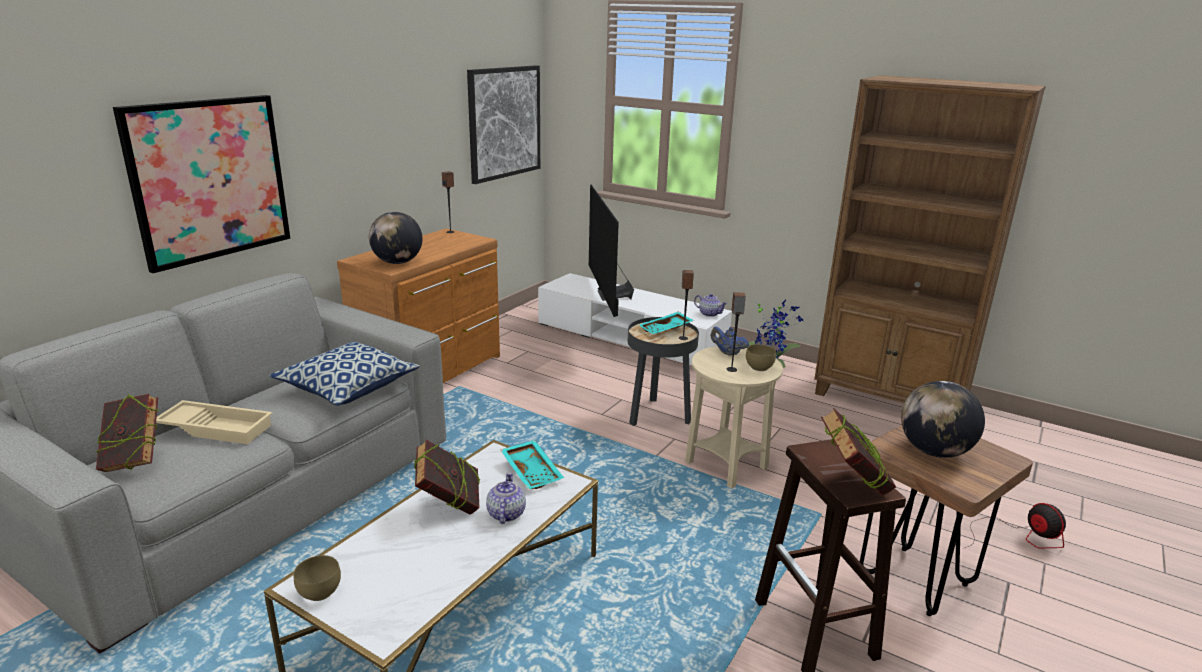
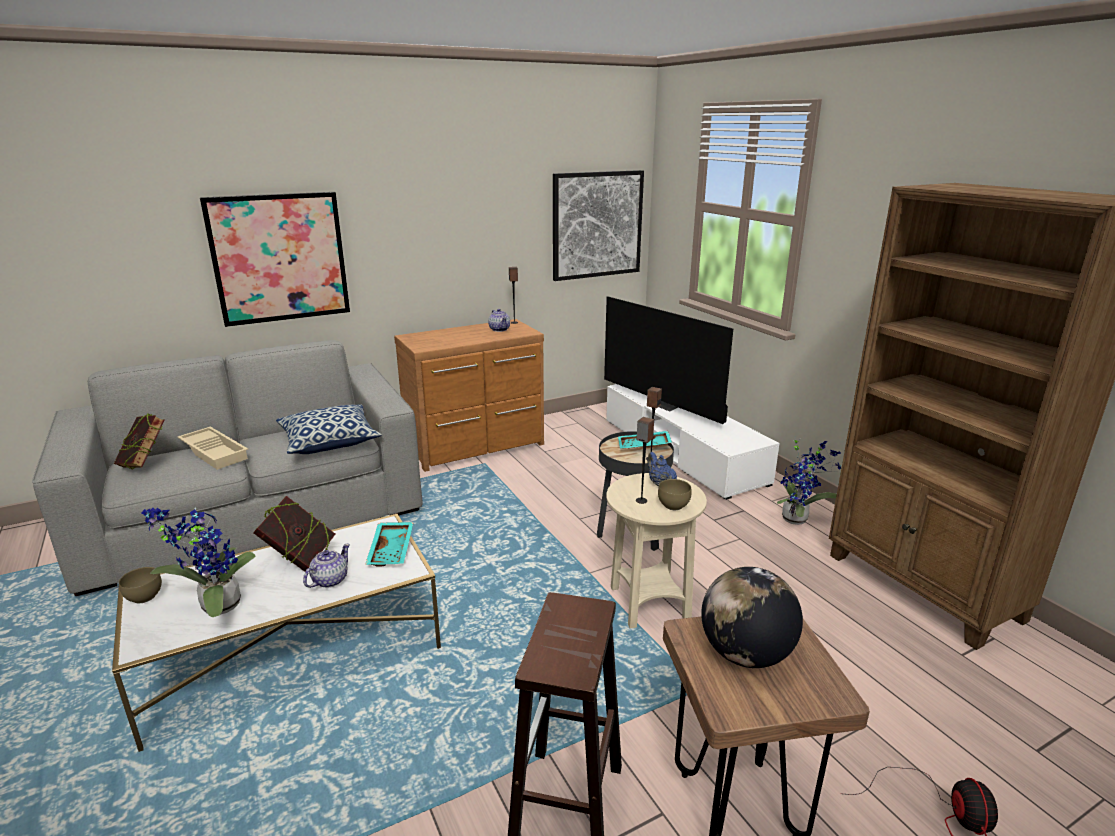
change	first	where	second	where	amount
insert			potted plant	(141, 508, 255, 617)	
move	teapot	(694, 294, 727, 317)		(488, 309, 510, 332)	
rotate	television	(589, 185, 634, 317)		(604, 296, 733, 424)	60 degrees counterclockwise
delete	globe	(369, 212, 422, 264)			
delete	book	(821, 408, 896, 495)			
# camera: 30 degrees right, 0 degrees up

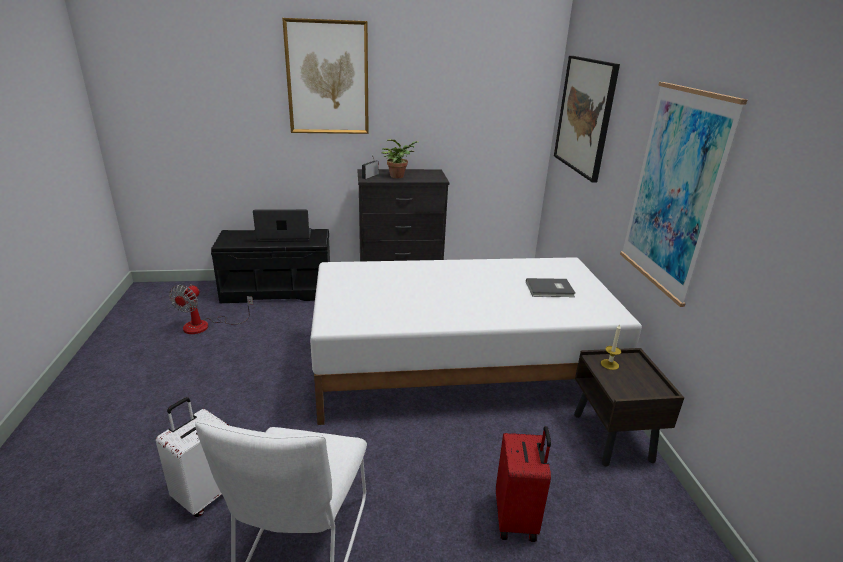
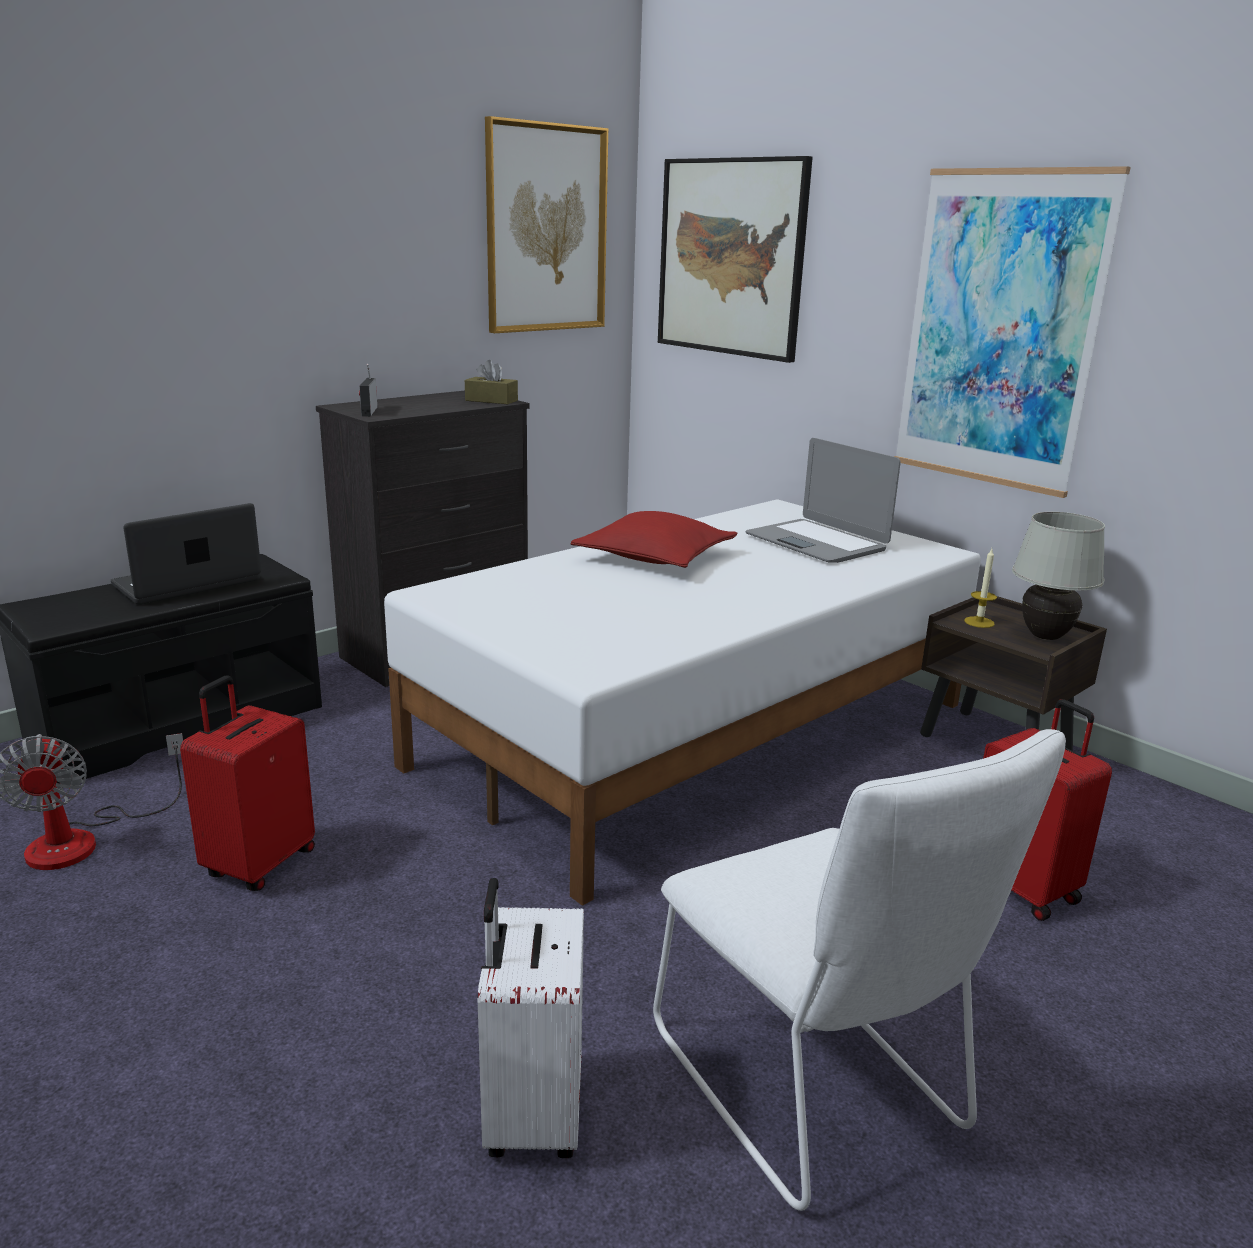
change	first	where	second	where	amount
insert			red suitcase	(180, 675, 315, 891)	
insert			brown tissue box	(465, 360, 518, 404)	
move	picture	(282, 18, 369, 134)		(485, 116, 608, 333)	
insert			red pillow	(570, 511, 738, 568)	
replace	grey book	(526, 278, 575, 297)	laptop	(746, 438, 901, 563)	
insert			white table lamp	(1012, 512, 1105, 640)	
delete	potted plant	(381, 139, 420, 178)			
# camera: 35 degrees left, 5 degrees down

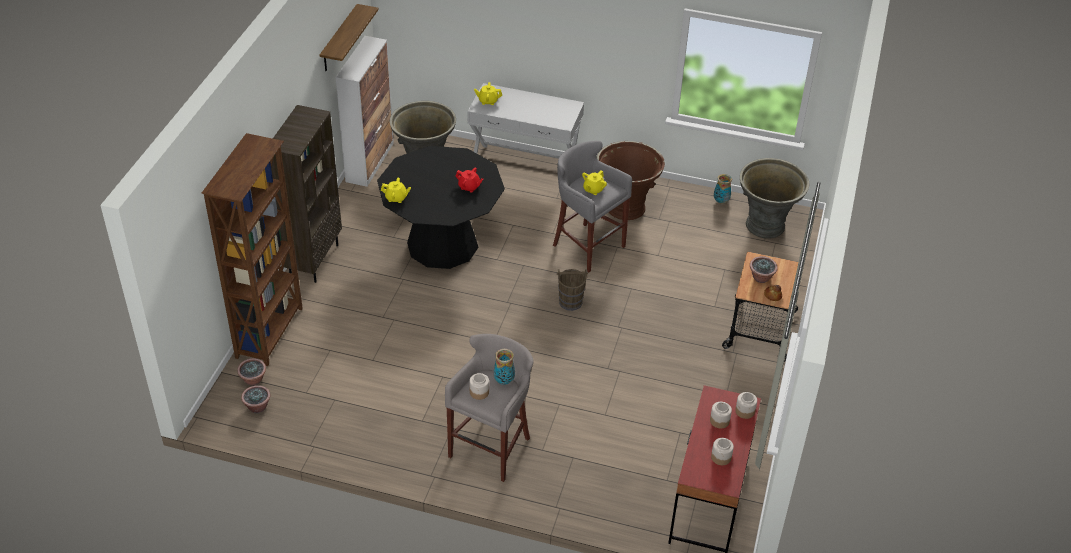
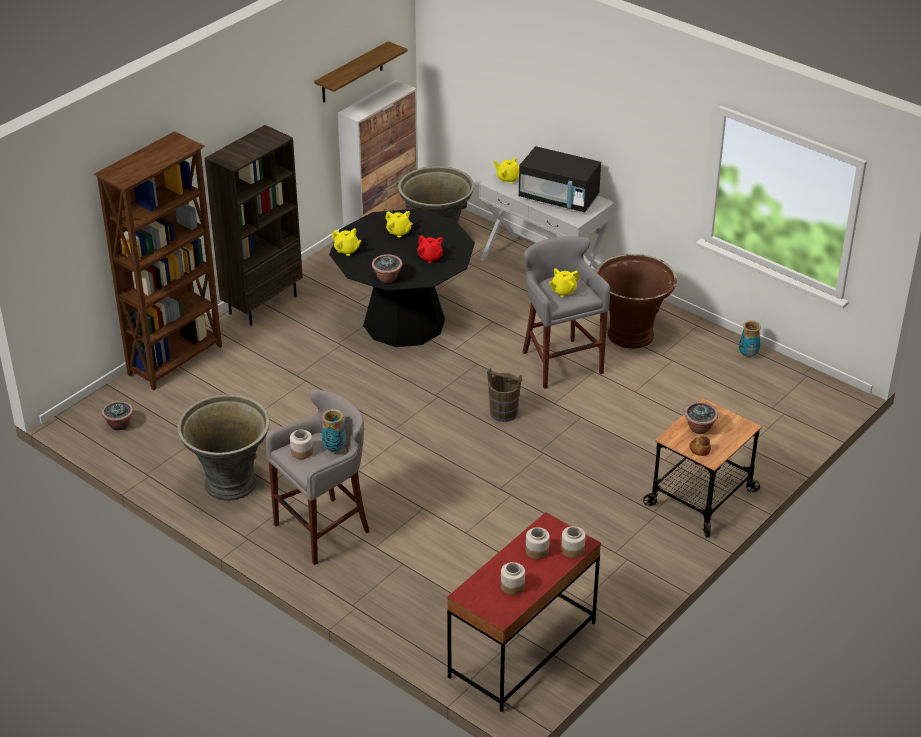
change	first	where	second	where	amount
move	grey planter	(740, 158, 810, 239)		(177, 394, 270, 501)	
move	potted plant	(237, 358, 266, 386)		(372, 254, 402, 283)	
insert			yellow teapot	(385, 211, 413, 238)	
insert			black microwave	(519, 146, 601, 212)	
# camera: 25 degrees right, 5 degrees down

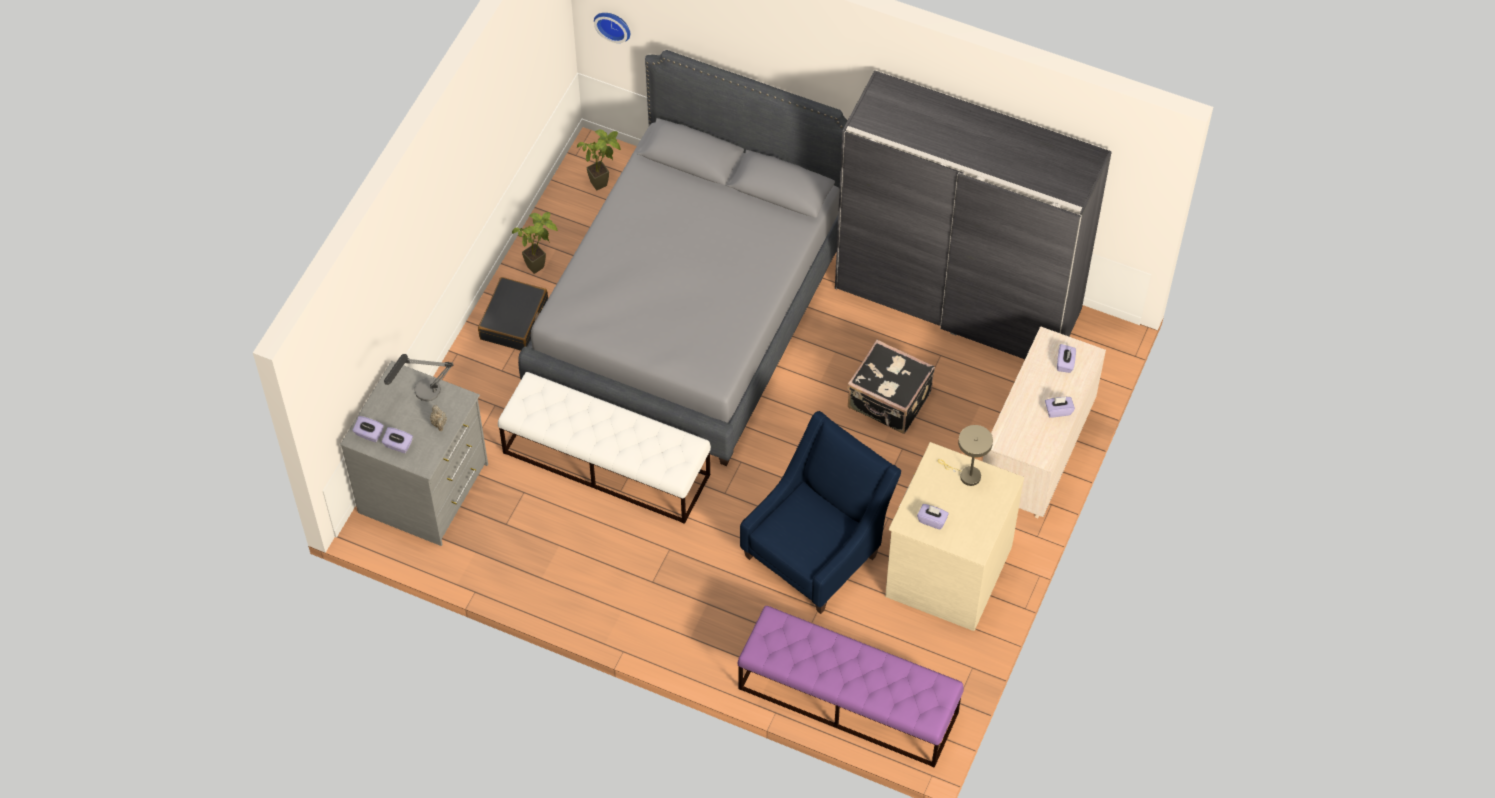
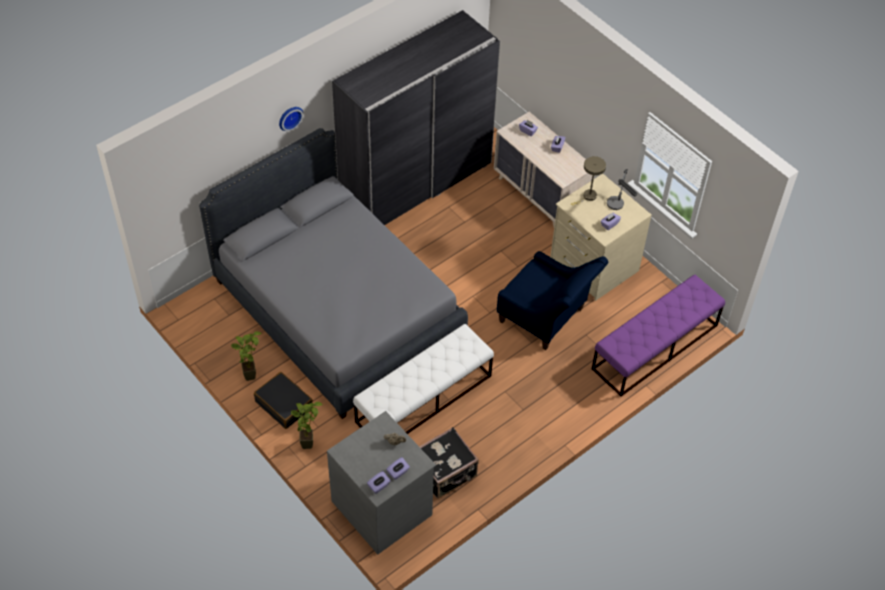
change	first	where	second	where	amount
move	wall clock	(594, 13, 630, 43)		(279, 107, 304, 131)	
move	potted plant	(577, 130, 621, 190)		(291, 402, 323, 449)	
move	black suitcase	(847, 340, 935, 434)		(419, 427, 479, 499)	
rotate	blue armchair	(740, 411, 901, 614)		(497, 251, 608, 350)	150 degrees clockwise
move	table lamp	(384, 354, 453, 401)		(607, 169, 637, 210)	
# camera: 65 degrees left, 5 degrees down

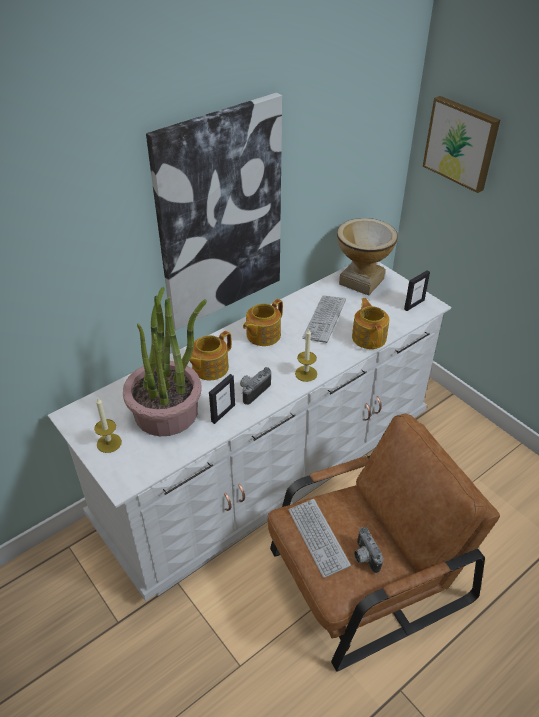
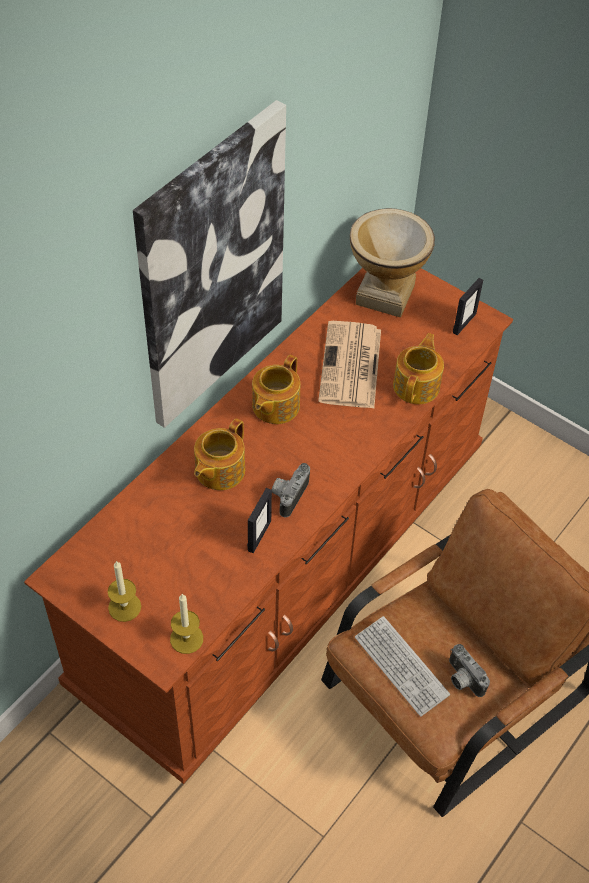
change	first	where	second	where	amount
recolor	white dresser	(48, 262, 451, 601)	brown dresser	(24, 268, 513, 784)	
move	candle	(295, 328, 317, 382)		(170, 593, 203, 654)	
replace	keyboard	(302, 295, 346, 343)	newspaper	(318, 321, 381, 408)	
rotate	teapot	(352, 298, 389, 349)		(393, 333, 444, 404)	45 degrees clockwise
delete	potted plant	(123, 287, 207, 436)			
delete	picture	(423, 96, 500, 193)			
# camera: 15 degrees left, 10 degrees up

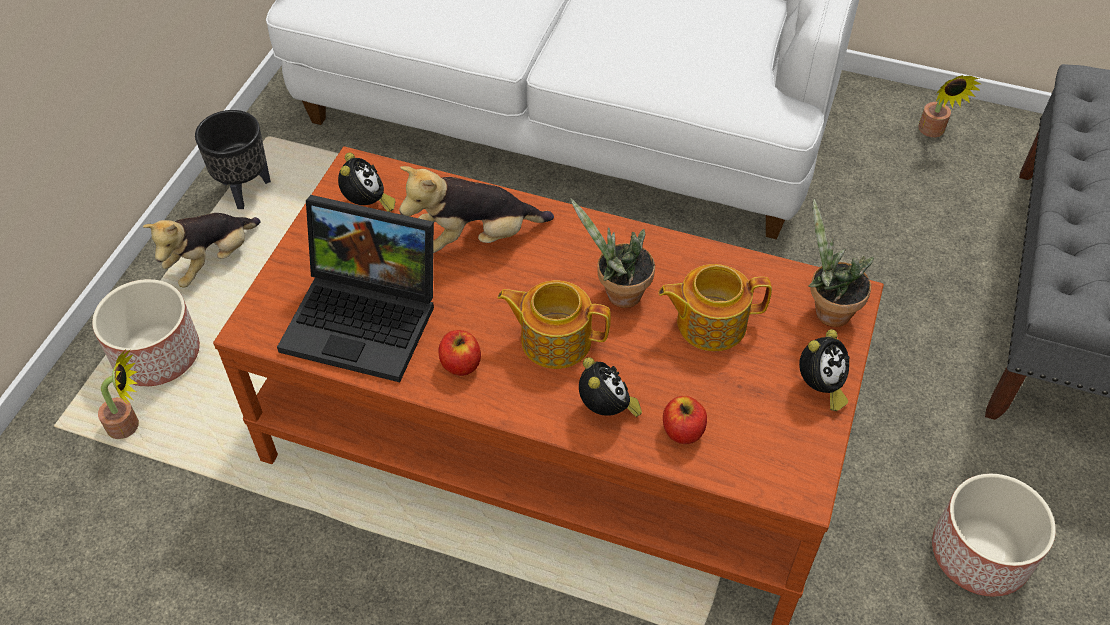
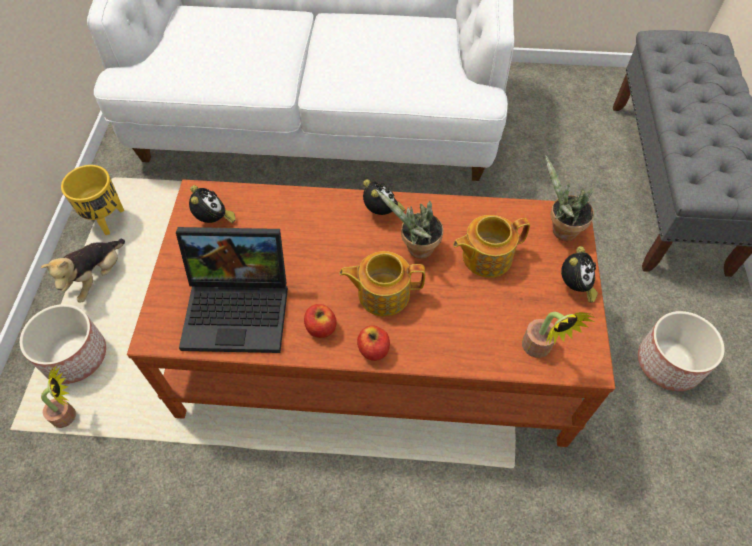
change	first	where	second	where	amount
recolor	black planter	(195, 110, 271, 209)	yellow planter	(61, 165, 124, 235)	
move	apple	(663, 396, 707, 444)		(357, 325, 390, 361)	
move	alarm clock	(579, 357, 642, 417)		(363, 179, 405, 215)	
move	potted plant	(918, 75, 981, 137)		(522, 312, 596, 358)	
delete	plush toy	(399, 166, 554, 253)			
# camera: 15 degrees left, 5 degrees up

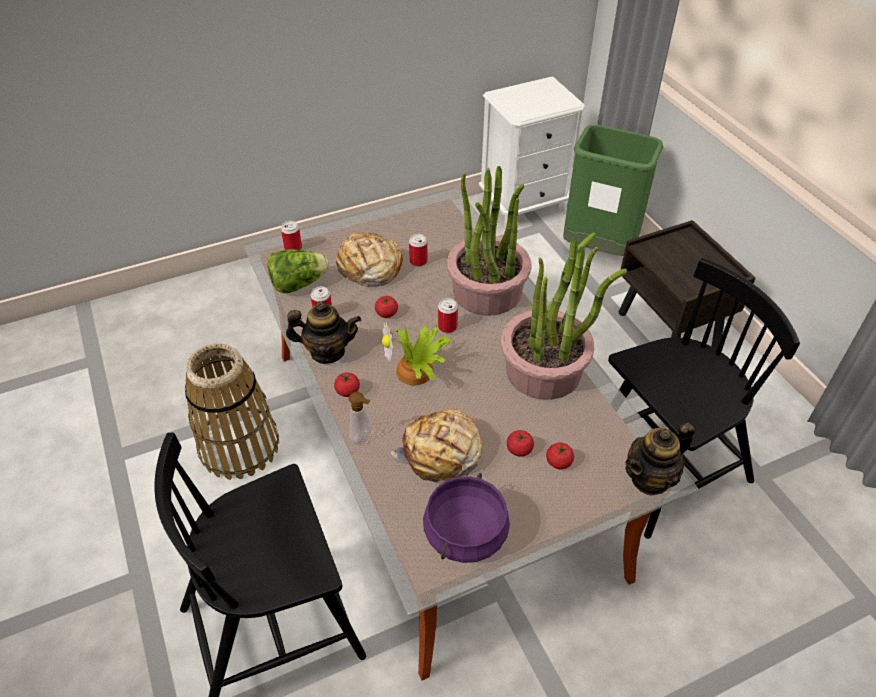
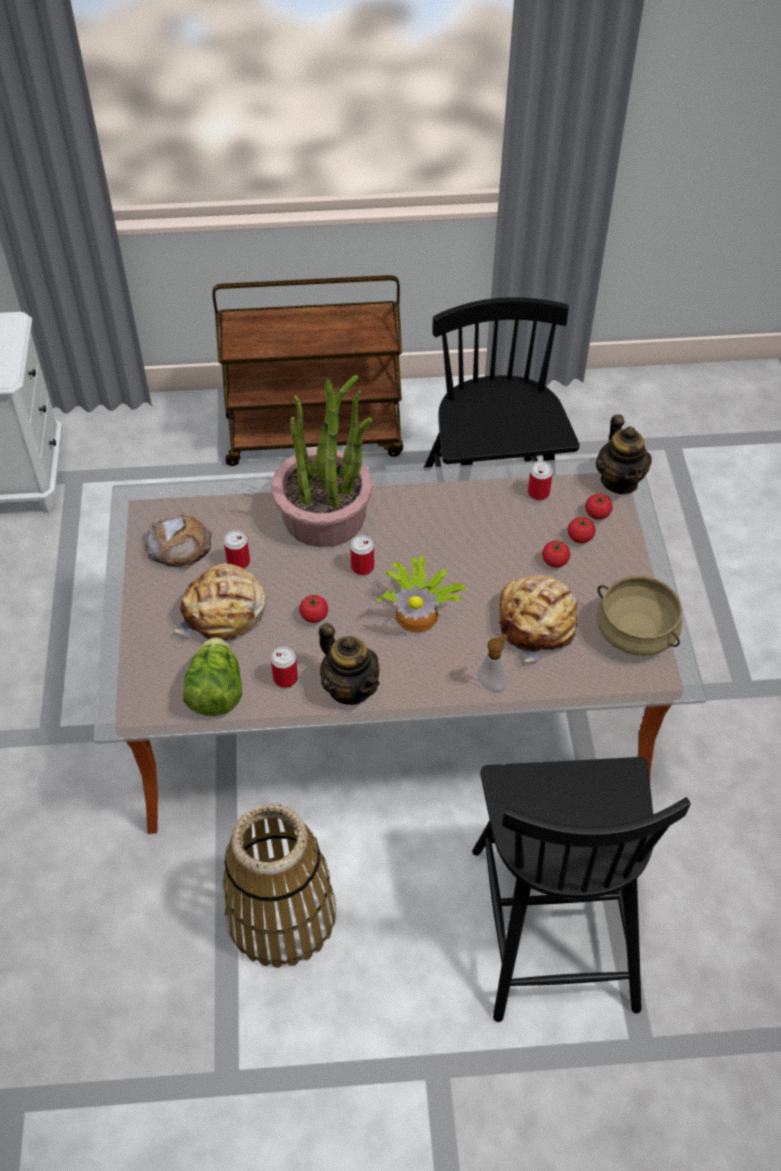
change	first	where	second	where	amount
insert			bread	(145, 514, 212, 569)	
replace	brown nightstand	(619, 220, 755, 349)	brown cart	(212, 275, 403, 466)	
rotate	teapot	(286, 301, 361, 364)		(319, 623, 380, 705)	120 degrees clockwise
move	can	(281, 221, 302, 250)		(528, 461, 553, 500)	
move	tomato	(334, 373, 360, 397)		(585, 494, 613, 520)	
recolor	purple cooking pot	(423, 473, 510, 563)	beige cooking pot	(596, 576, 683, 656)	
delete	potted plant	(500, 232, 628, 400)			
delete	green trash can	(563, 125, 663, 256)			
# camera: 70 degrees left, 5 degrees up

